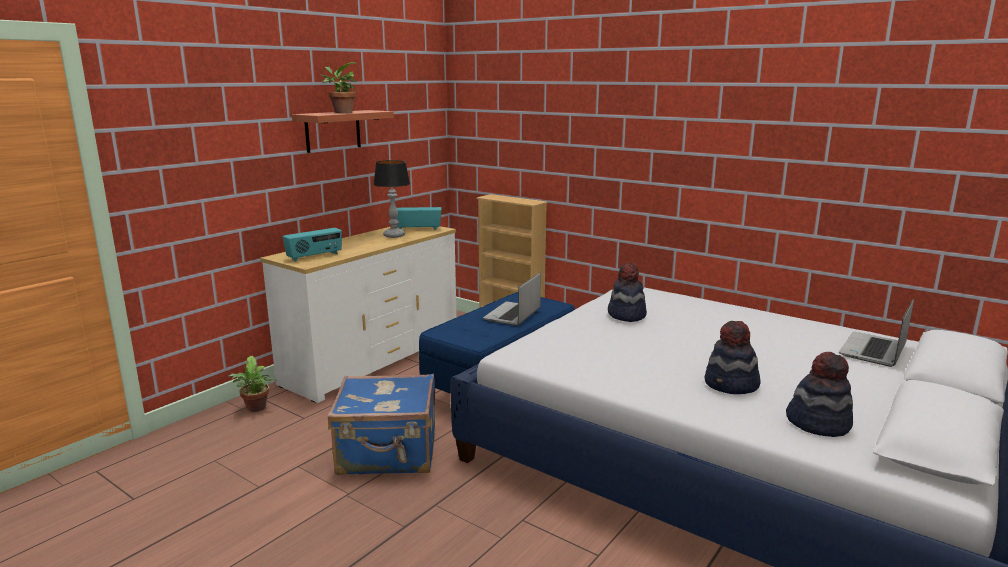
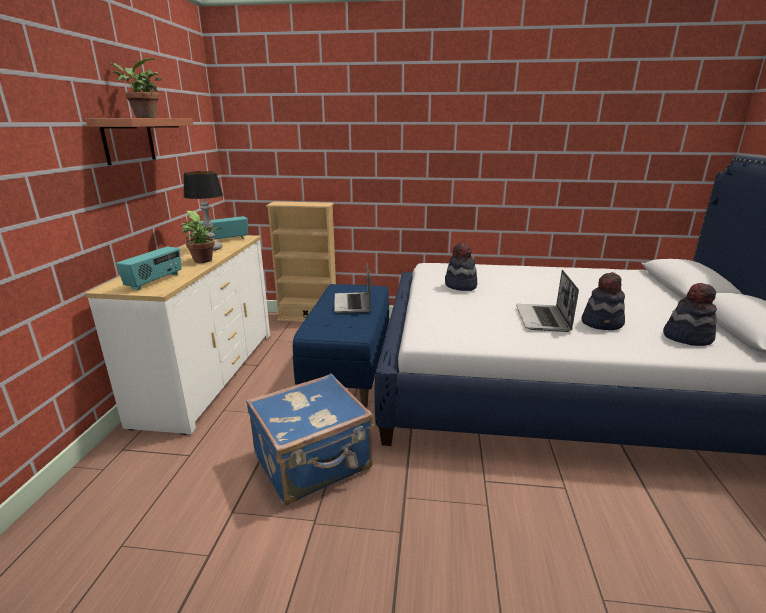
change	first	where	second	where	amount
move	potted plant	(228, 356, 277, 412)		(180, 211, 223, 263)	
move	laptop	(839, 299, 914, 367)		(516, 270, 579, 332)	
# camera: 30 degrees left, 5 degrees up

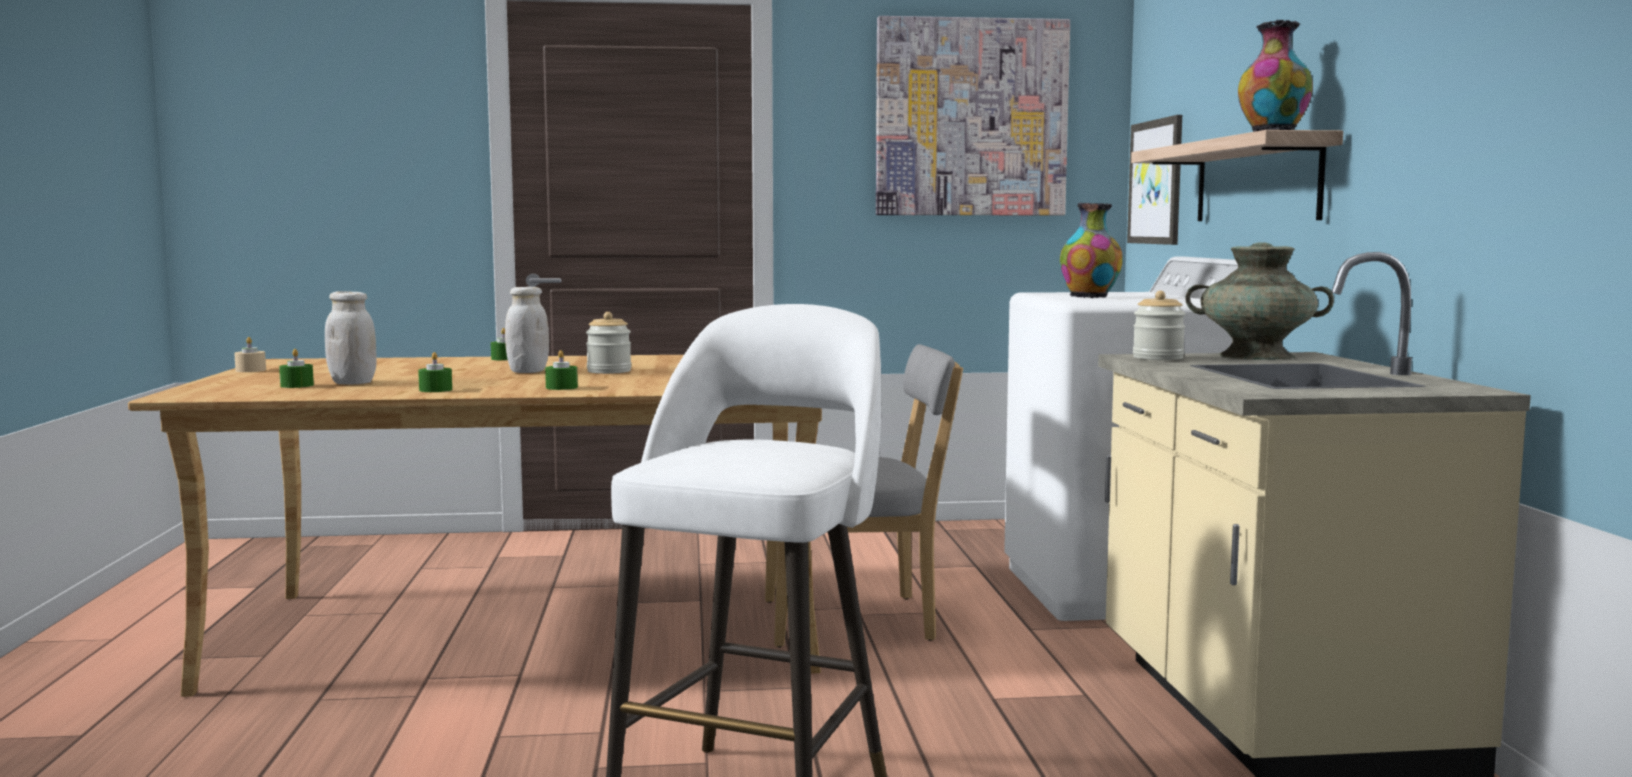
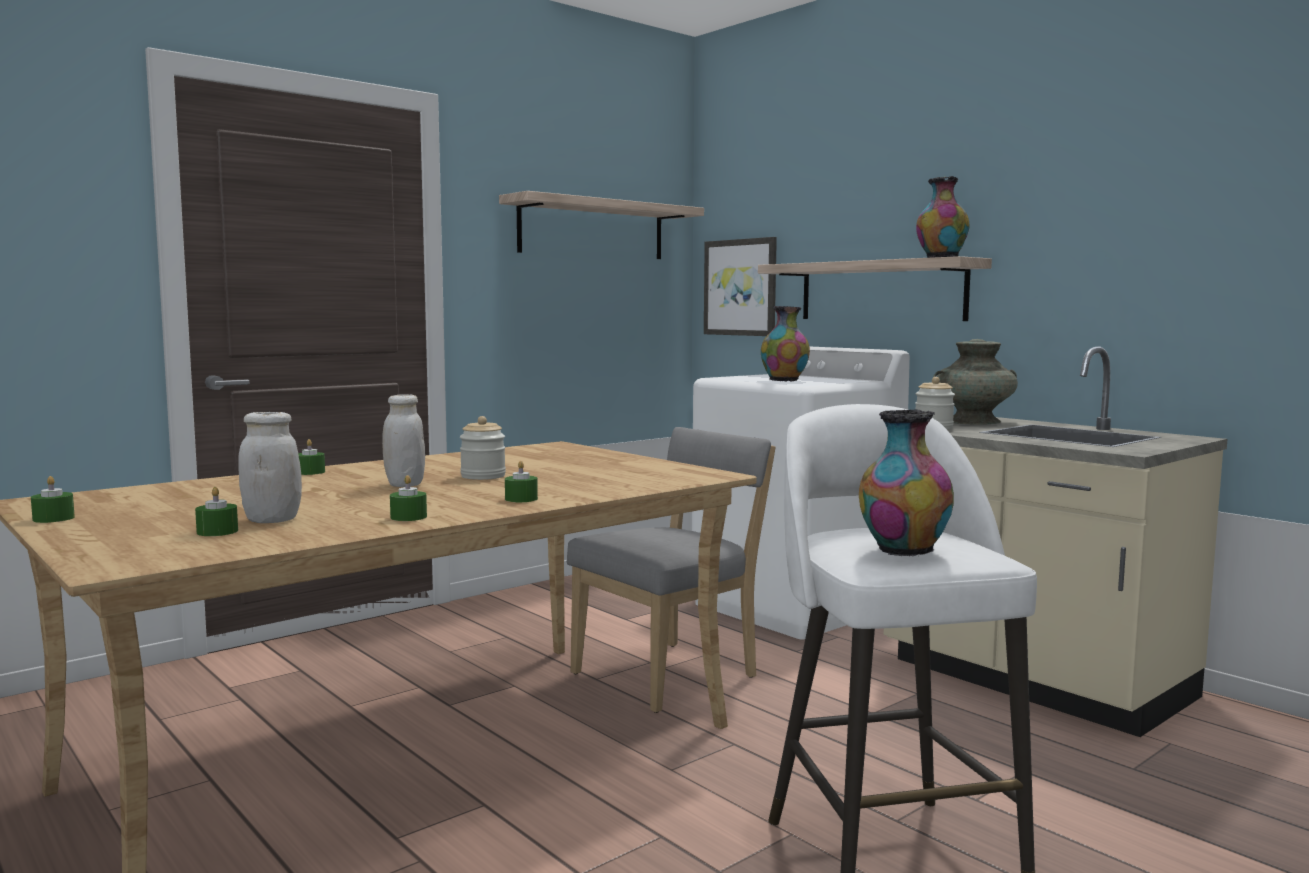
change	first	where	second	where	amount
recolor	beige candle	(234, 337, 266, 372)	green candle	(31, 476, 75, 523)	
replace	picture	(876, 16, 1070, 215)	shelf	(499, 191, 704, 259)	
insert			vase	(859, 409, 954, 556)	
# camera: 35 degrees left, 0 degrees up

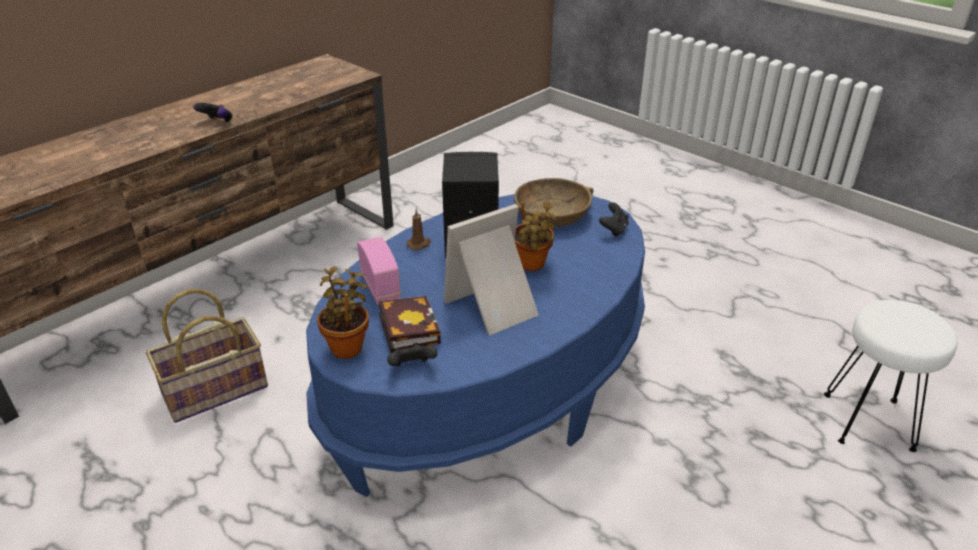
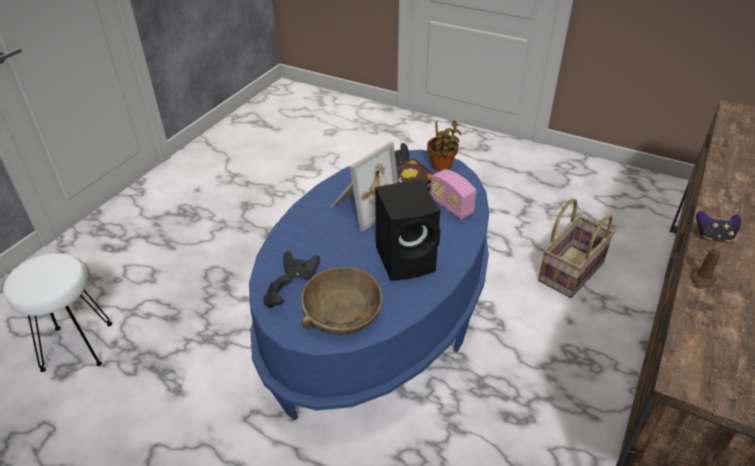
change	first	where	second	where	amount
insert			black game controller	(283, 251, 320, 279)	
move	brown candle	(406, 208, 431, 250)		(690, 244, 720, 289)	
delete	potted plant	(515, 200, 557, 271)			
# camera: 165 degrees right, 5 degrees up

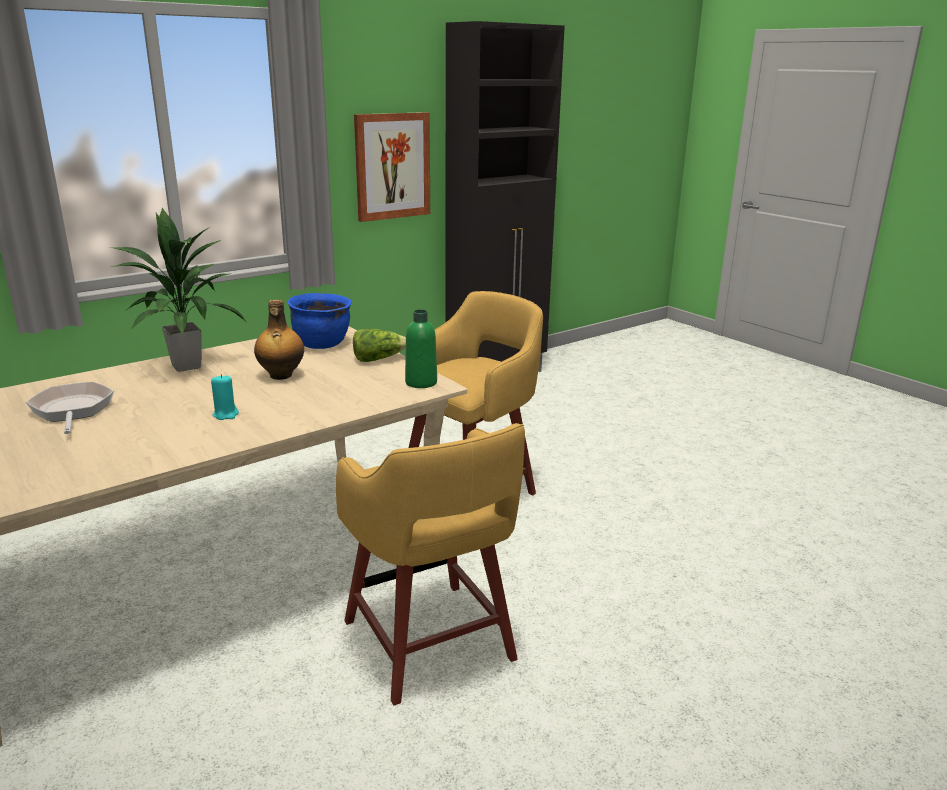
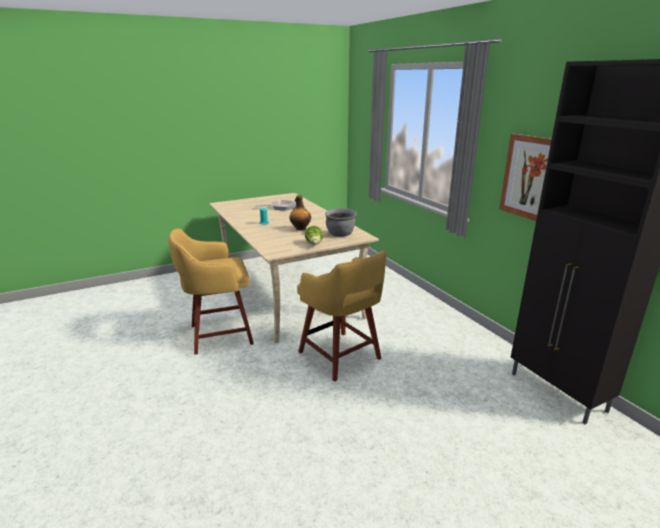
change	first	where	second	where	amount
recolor	blue cooking pot	(287, 293, 351, 349)	grey cooking pot	(325, 208, 357, 237)	
delete	potted plant	(108, 207, 251, 372)			
delete	green bottle	(405, 310, 437, 388)			
# camera: 100 degrees right, 0 degrees up

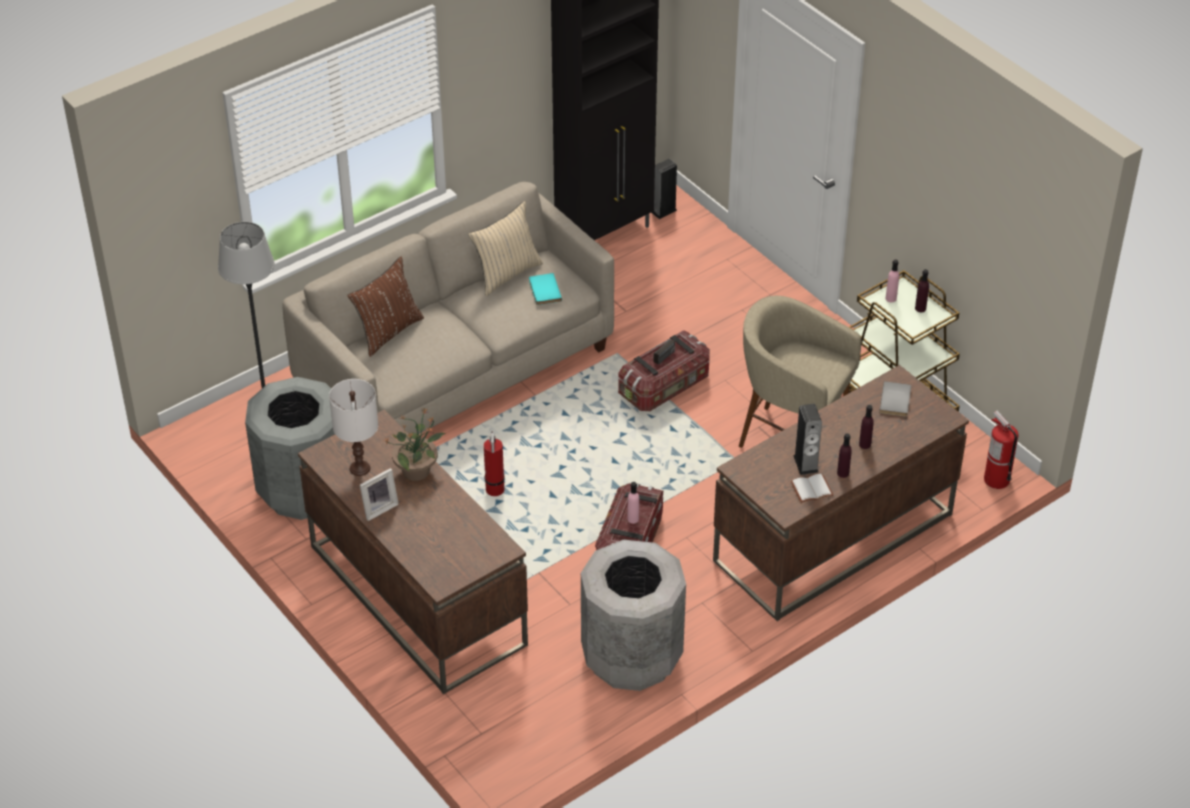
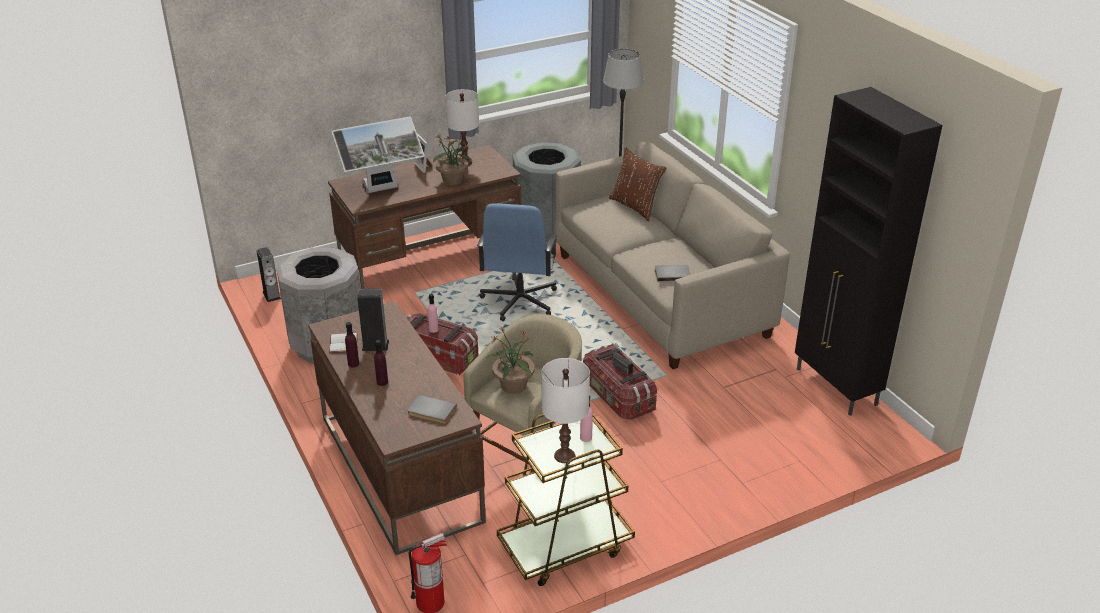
change	first	where	second	where	amount
move	speaker	(651, 159, 677, 219)		(257, 247, 281, 302)	
insert			monitor	(331, 116, 425, 193)	
replace	fire extinguisher	(484, 431, 505, 496)	blue office chair	(477, 203, 557, 321)	
insert			potted plant	(485, 327, 535, 394)	
replace	purple bottle	(915, 269, 929, 312)	white table lamp	(541, 358, 590, 463)	
recolor	turquoise book	(529, 273, 562, 305)	grey book	(655, 265, 691, 281)	
delete	beige pillow	(468, 201, 543, 296)			
# camera: 100 degrees right, 10 degrees down

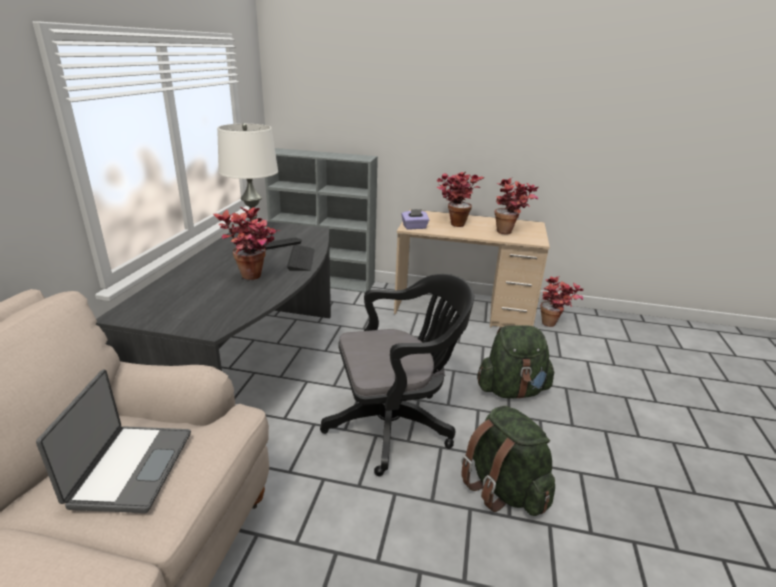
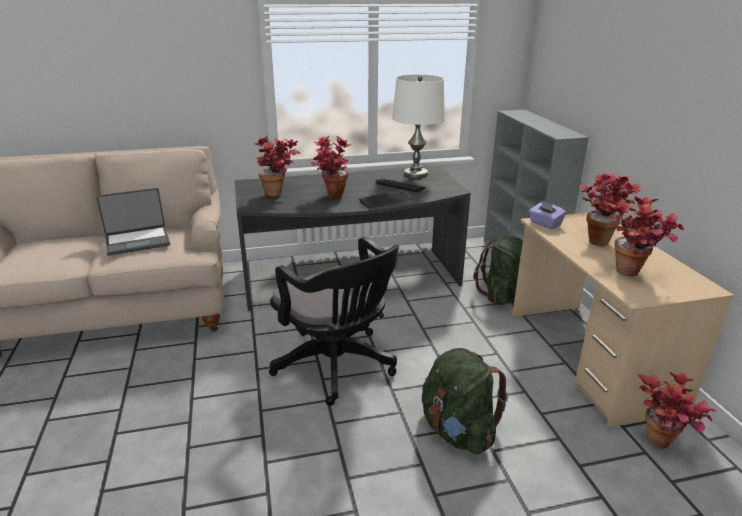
change	first	where	second	where	amount
insert			potted plant	(254, 135, 300, 197)	
move	green backpack	(461, 406, 555, 516)		(473, 236, 523, 305)	
# camera: 65 degrees right, 0 degrees up

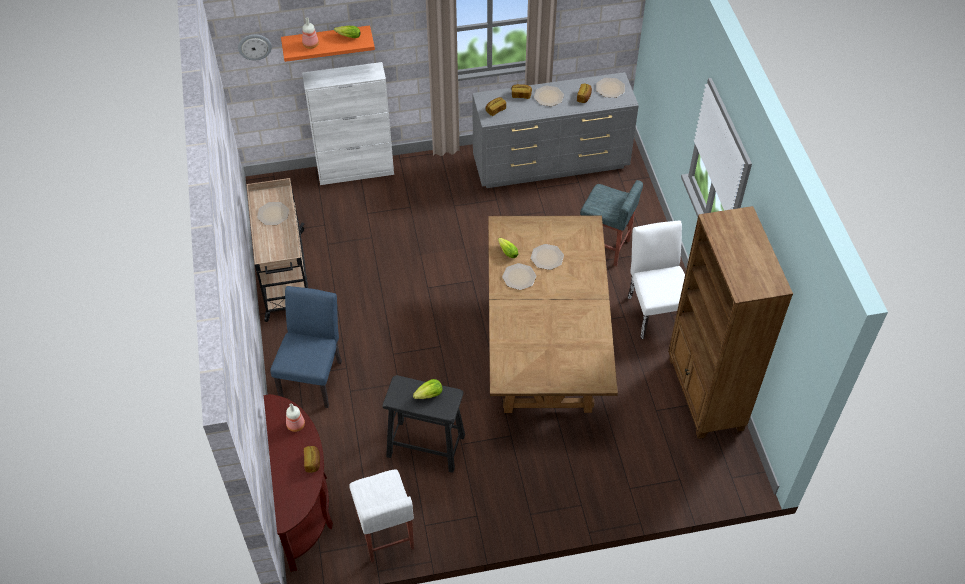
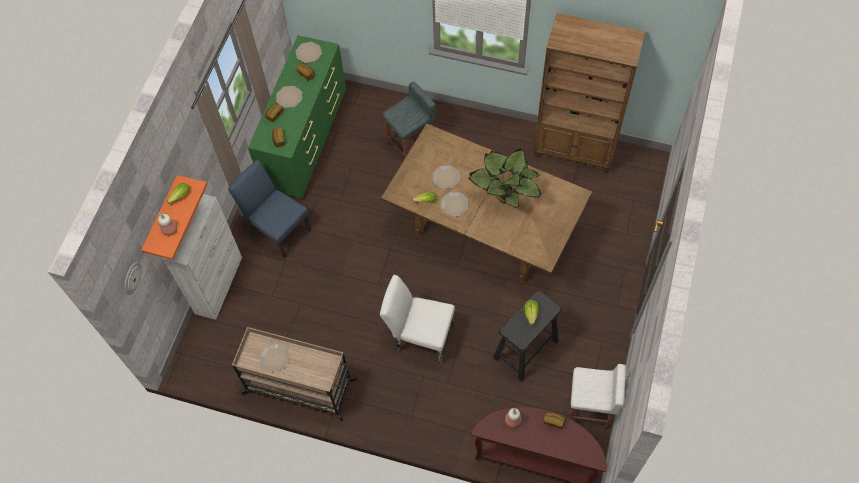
change	first	where	second	where	amount
move	blue chair	(270, 286, 342, 408)		(228, 160, 311, 259)	
recolor	grey dresser	(472, 72, 639, 188)	green dresser	(248, 35, 346, 198)	
move	white chair	(628, 220, 685, 339)		(380, 275, 455, 363)	
insert			potted plant	(469, 149, 542, 208)	
# camera: 60 degrees left, 10 degrees up

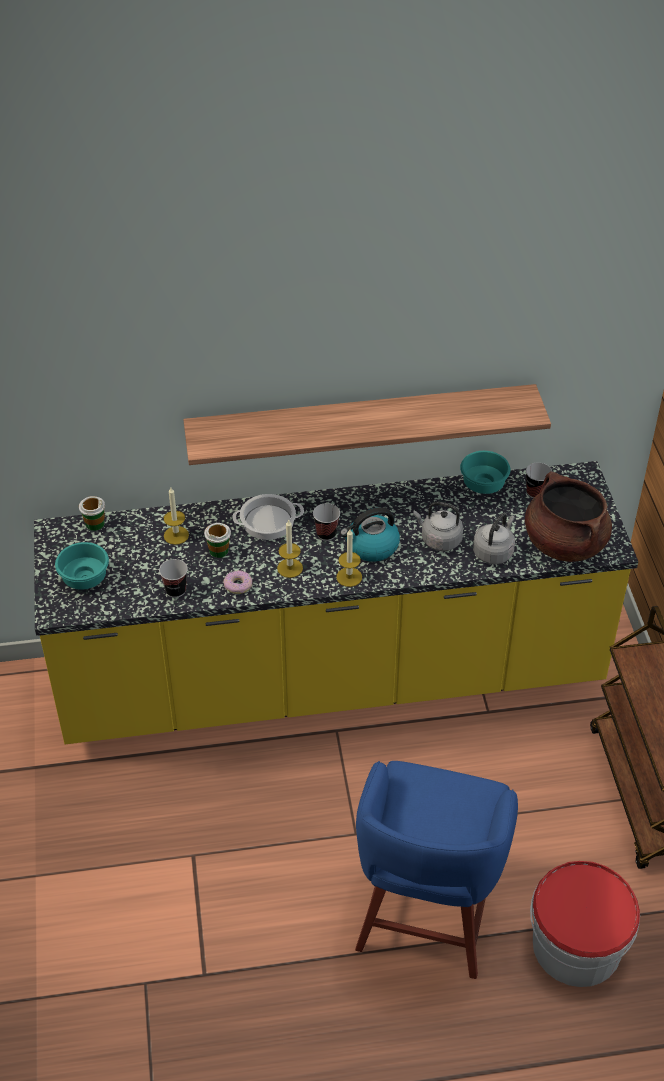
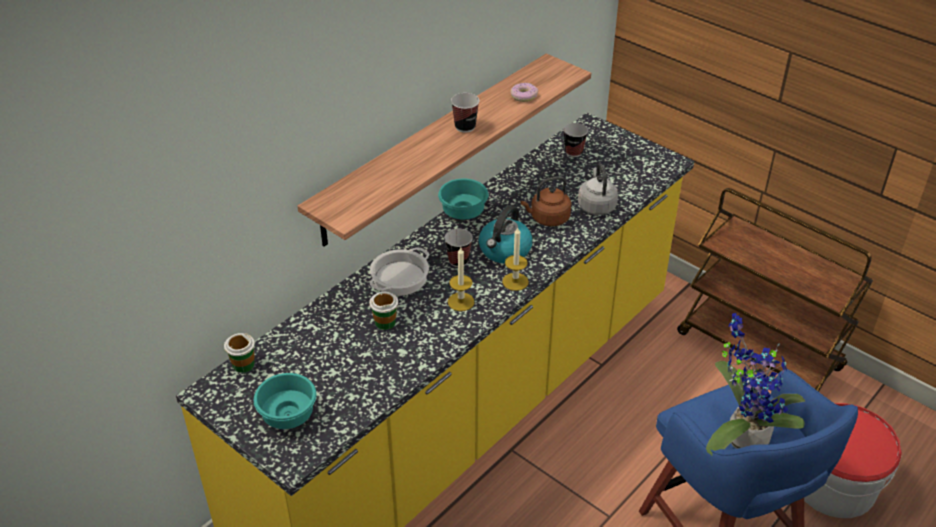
change	first	where	second	where	amount
move	turquoise bowl	(460, 451, 511, 494)		(438, 178, 489, 220)	
move	cup	(159, 559, 188, 598)		(451, 93, 480, 133)	
move	donut	(223, 570, 252, 594)		(510, 83, 538, 102)	
recolor	grey kettle	(413, 502, 463, 551)	brown kettle	(521, 176, 571, 226)	
insert			potted plant	(706, 313, 805, 456)	
delete	candle	(164, 487, 189, 545)			
delete	brown cooking pot	(525, 471, 612, 562)			
# camera: 40 degrees left, 5 degrees down

